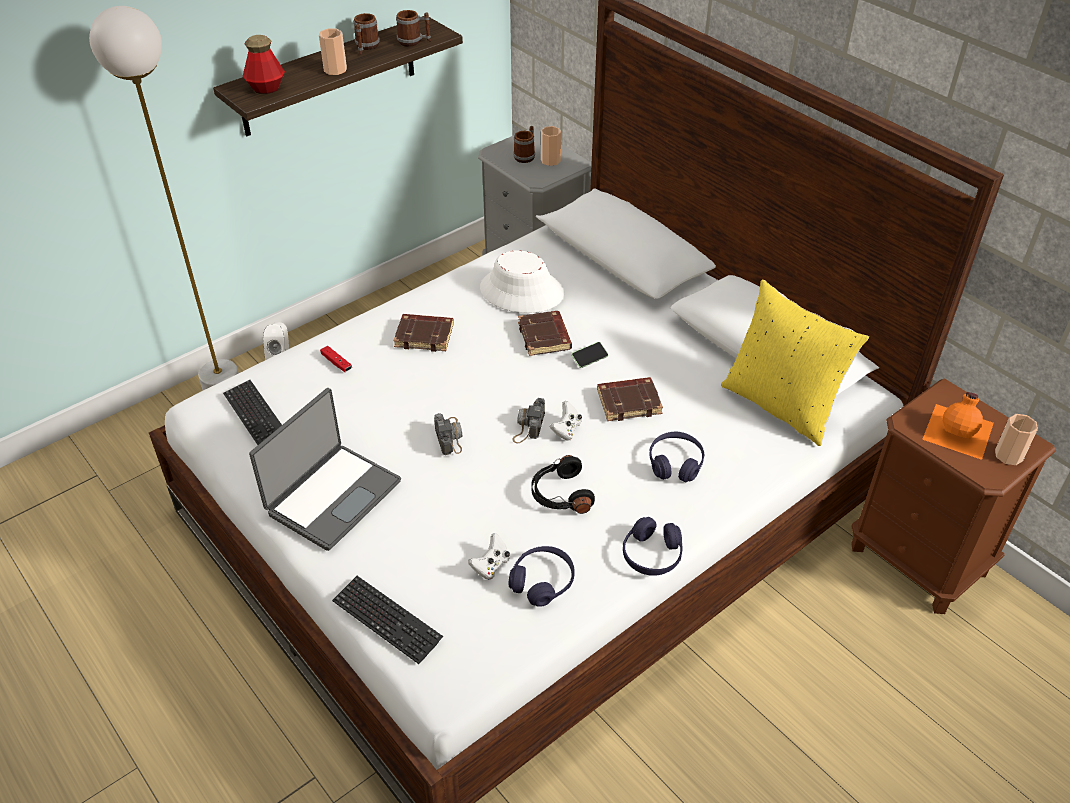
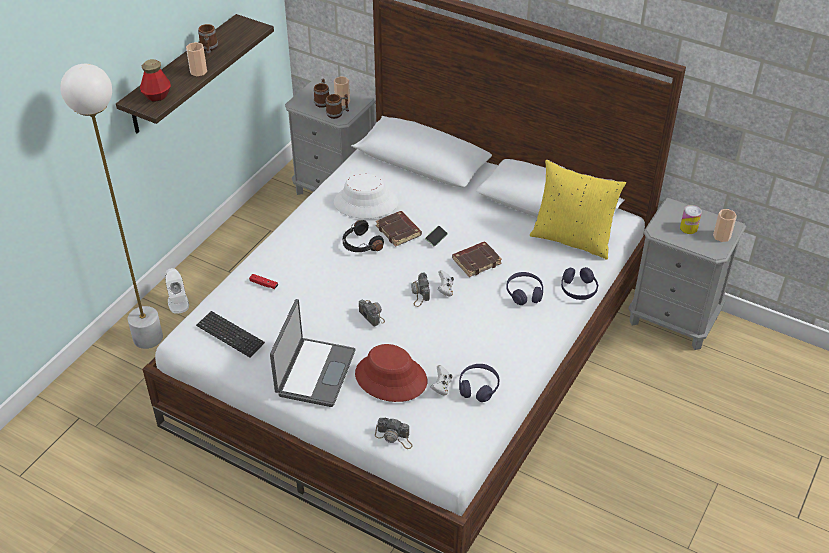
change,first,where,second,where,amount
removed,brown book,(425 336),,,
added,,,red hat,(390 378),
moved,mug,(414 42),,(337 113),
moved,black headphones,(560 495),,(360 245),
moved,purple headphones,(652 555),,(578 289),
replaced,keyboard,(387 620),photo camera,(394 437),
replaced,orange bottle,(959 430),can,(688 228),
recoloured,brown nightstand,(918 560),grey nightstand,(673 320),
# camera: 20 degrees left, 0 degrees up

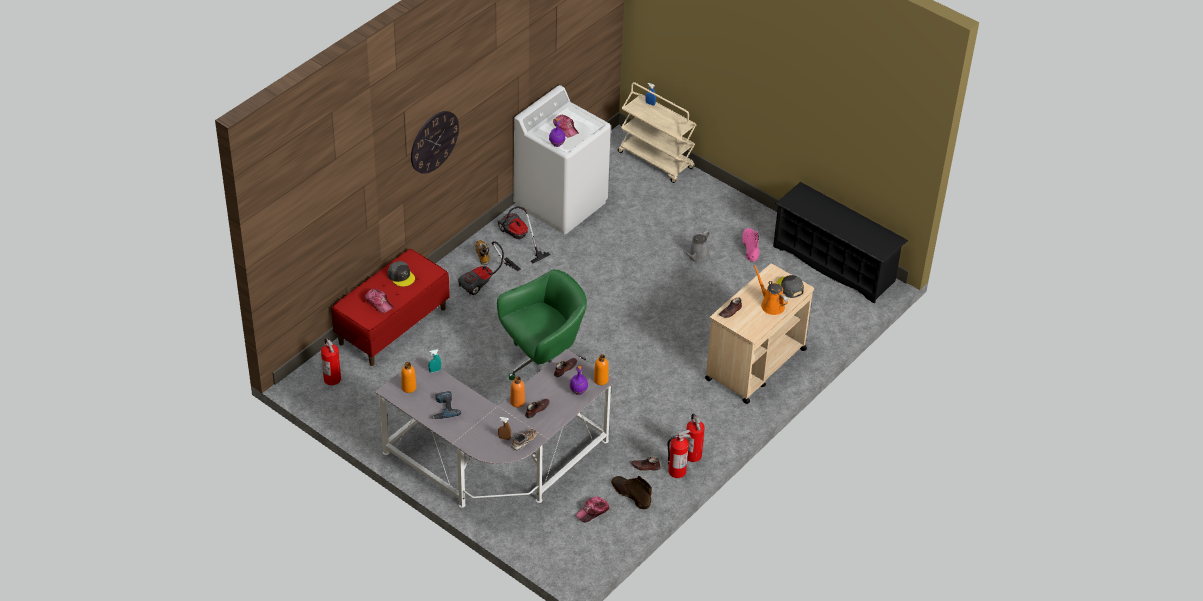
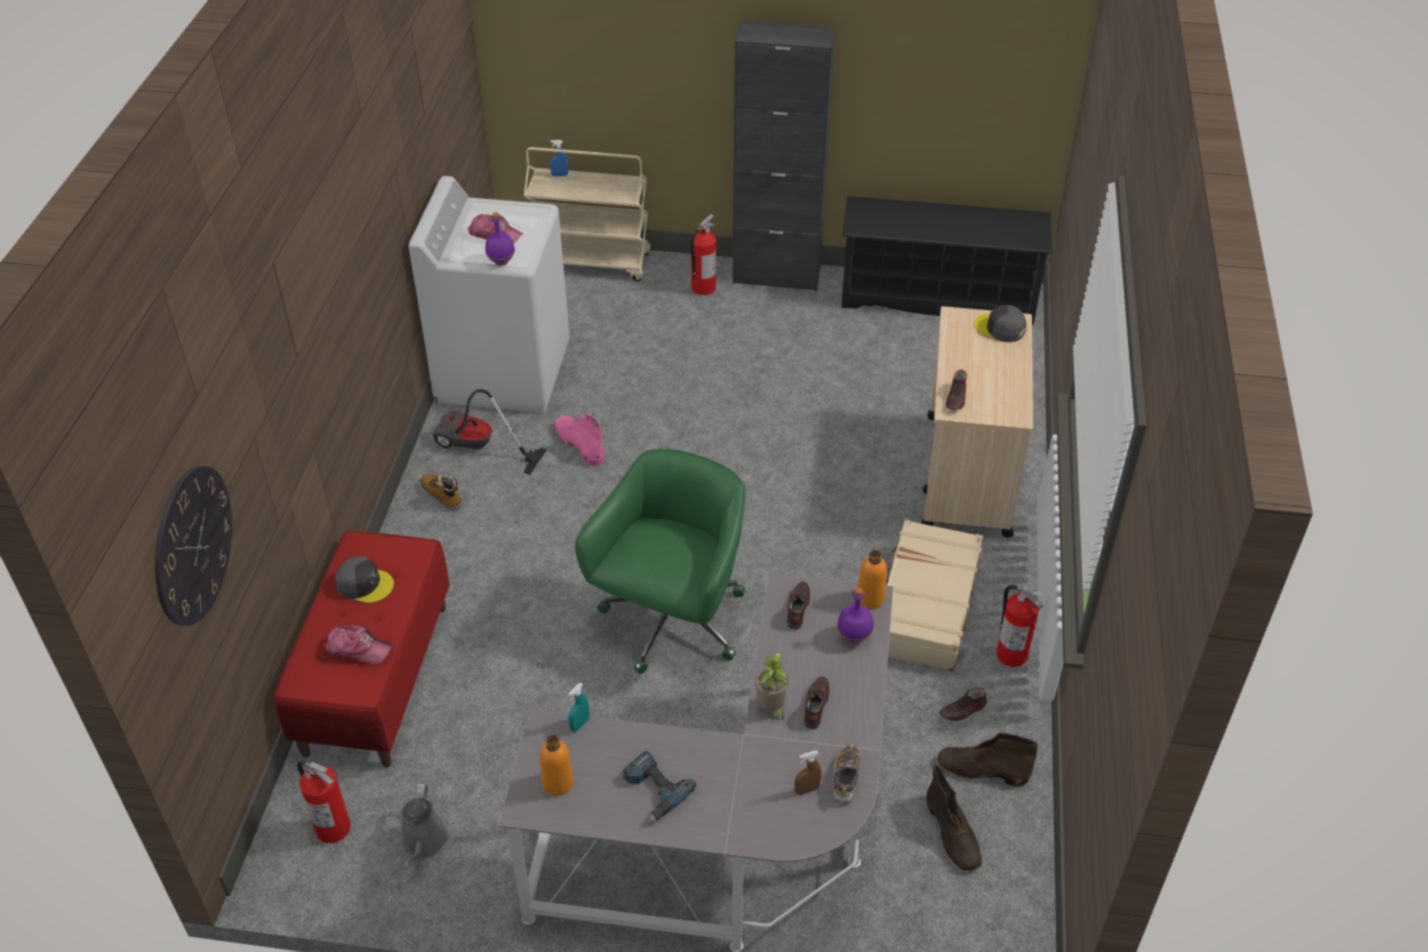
change,first,where,second,where,amount
removed,vacuum cleaner,(485 282),,,
removed,orange watering can,(771 304),,,
added,,,black cabinet,(776 275),
added,,,beige suitcase,(924 606),
moved,wall clock,(434 141),,(193 545),
moved,fire extinguisher,(676 471),,(702 288),
moved,grey watering can,(697 257),,(423 843),
moved,pink boot,(750 246),,(579 443),
replaced,orange bottle,(517 402),potted plant,(771 709),
replaced,cap,(592 511),brown boot,(953 833),
# camera: 30 degrees left, 0 degrees up

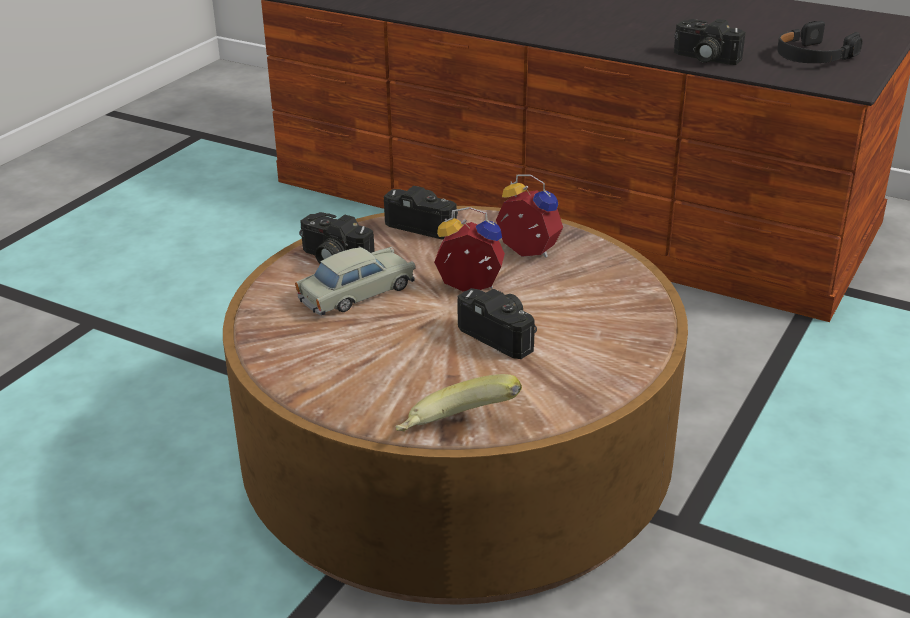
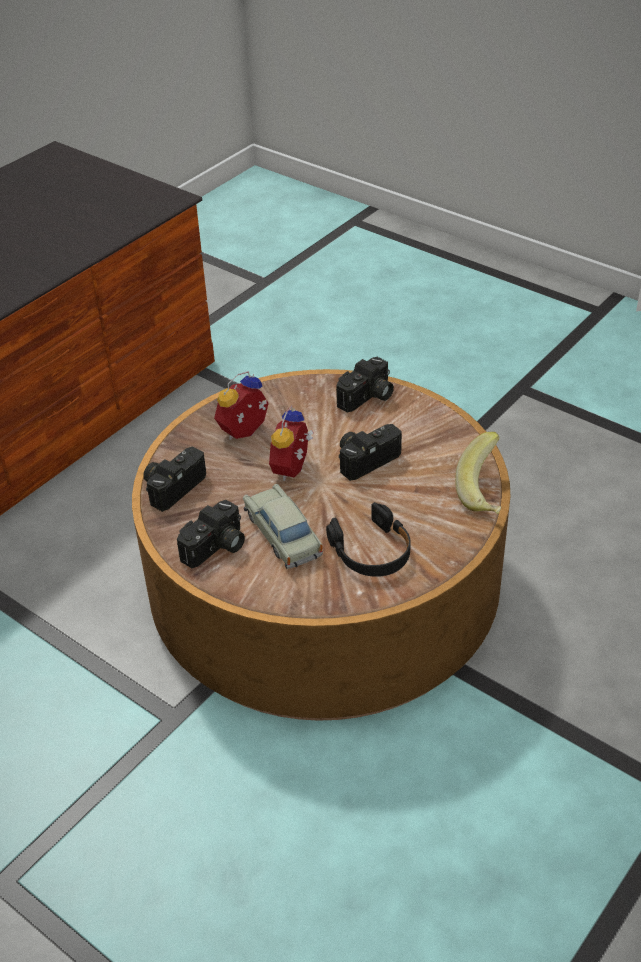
change,first,where,second,where,amount
moved,photo camera,(704 58),,(368 398),
moved,black headphones,(813 56),,(372 551),
# camera: 80 degrees left, 10 degrees up

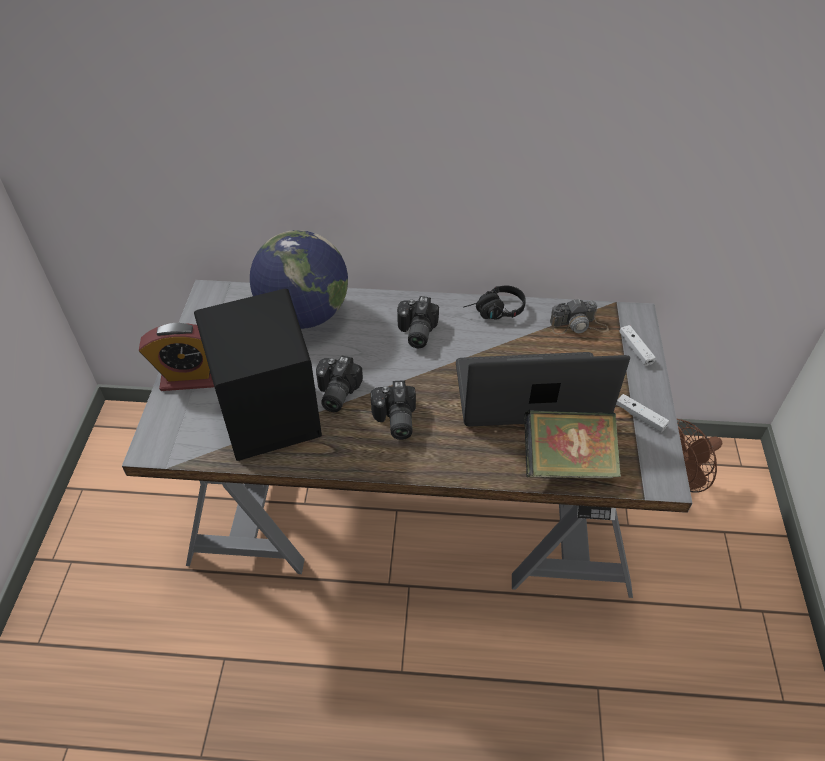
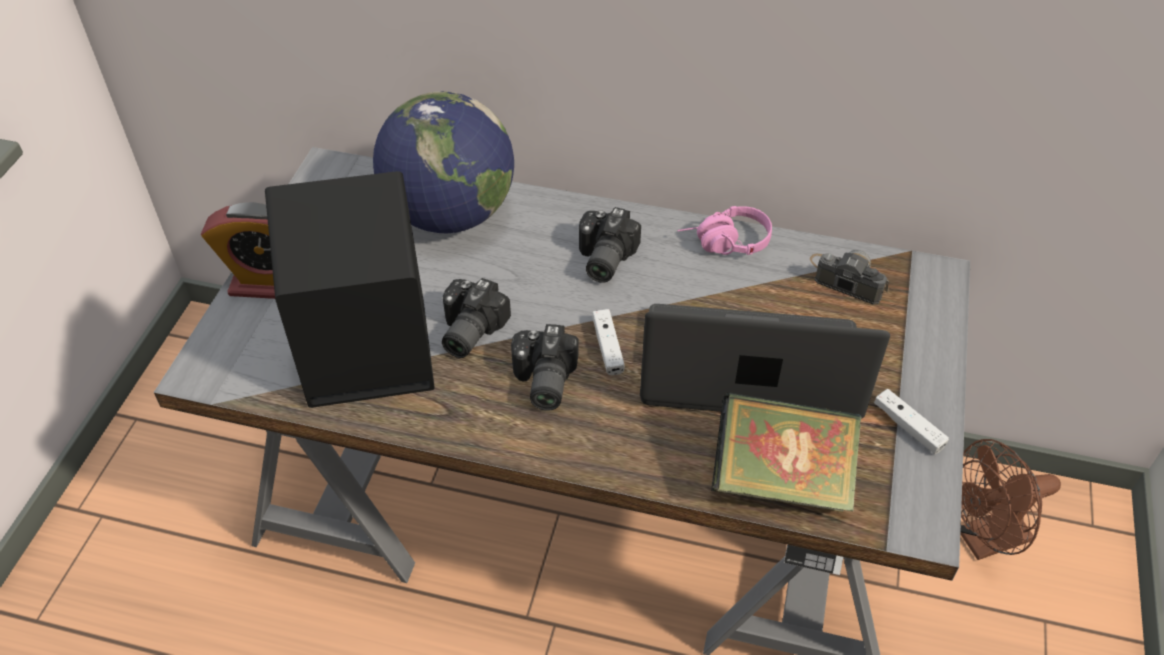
change,first,where,second,where,amount
moved,white game controller,(635 349),,(608 347),
recoloured,black headphones,(494 312),pink headphones,(724 244),
turned,photo camera,(578 325),,(845 279),150 degrees counterclockwise
# camera: 10 degrees right, 0 degrees up

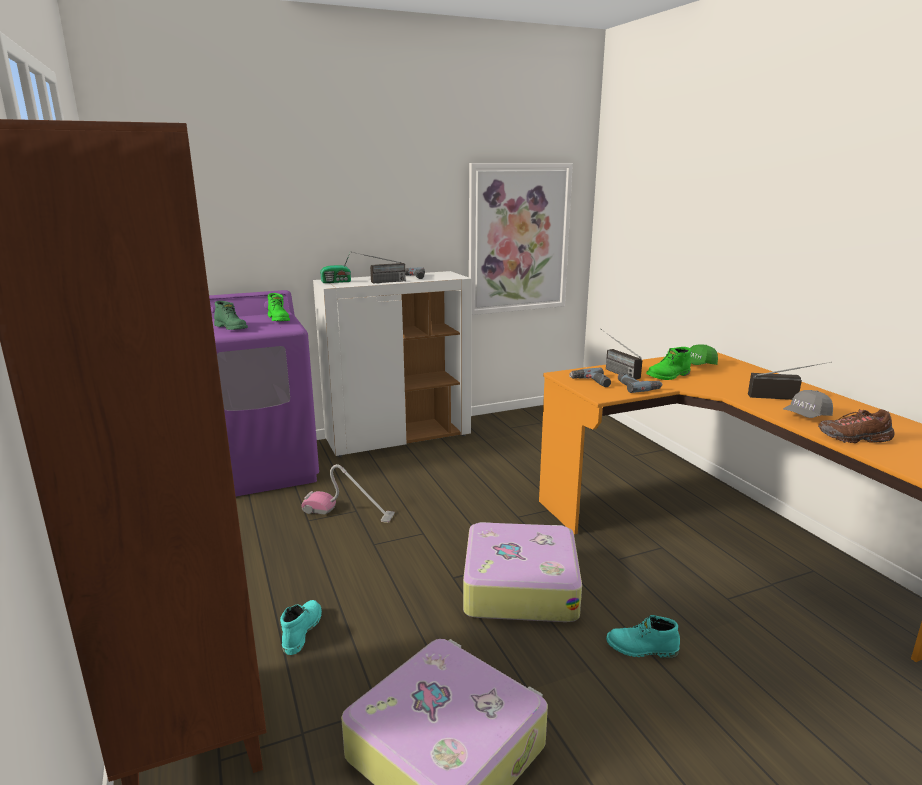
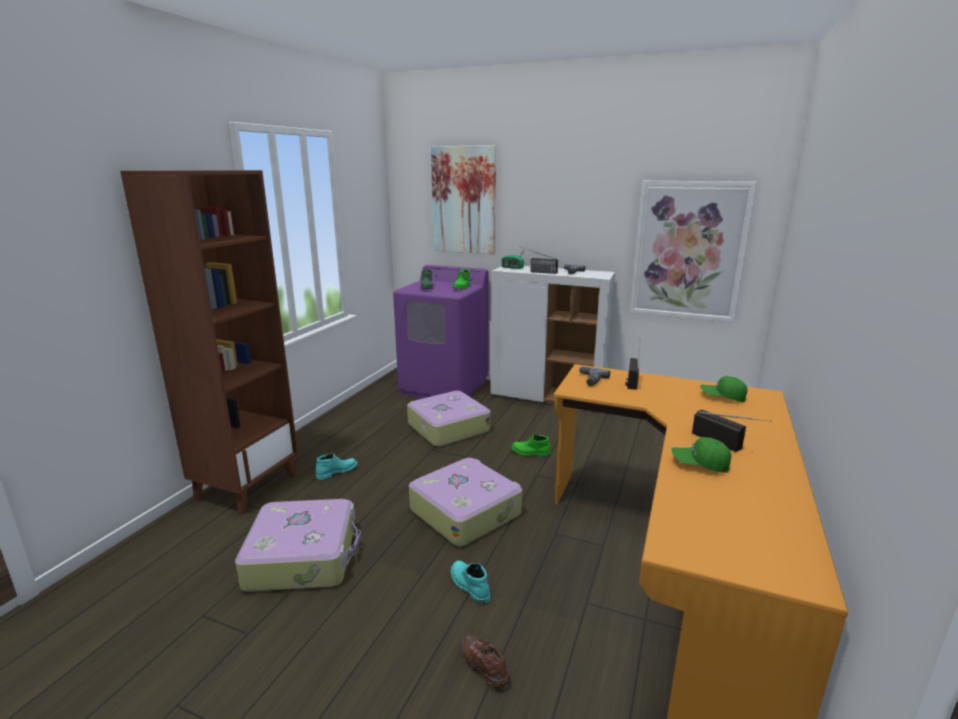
change,first,where,second,where,amount
removed,power drill,(637 386),,,
added,,,picture,(464 200),
moved,green boot,(669 376),,(530 453),
moved,brown shoe,(854 438),,(484 667),
replaced,vacuum cleaner,(348 513),suitcase,(447 428),
recoloured,grey cap,(806 416),green cap,(700 464),
# camera: 45 degrees right, 0 degrees up

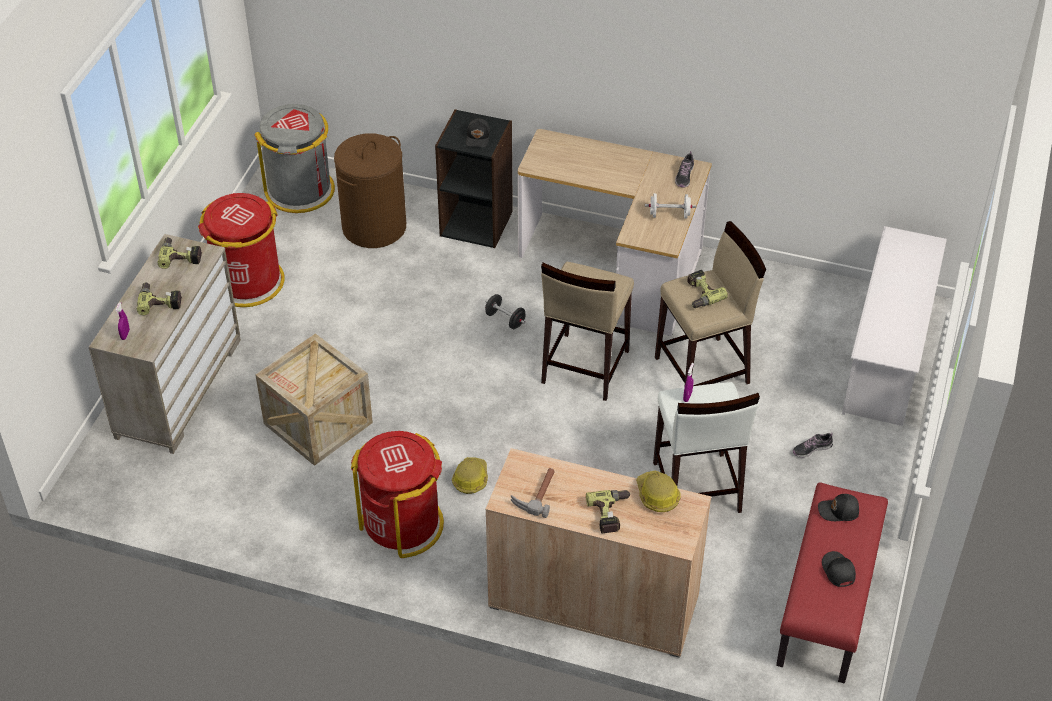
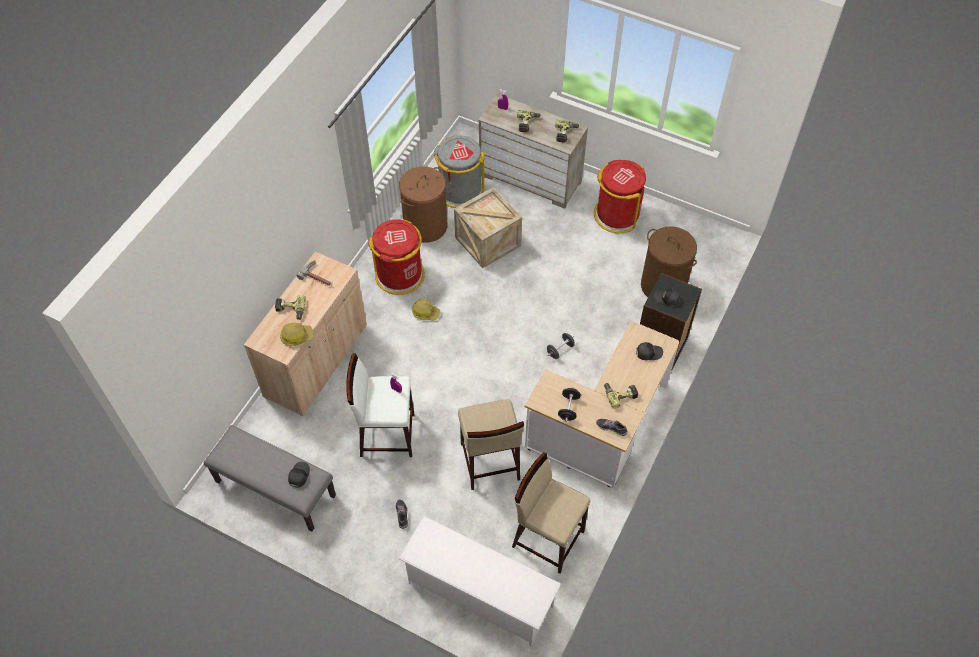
change,first,where,second,where,amount
added,,,brown laundry basket,(425 226),
moved,grey trash can,(300 190),,(460 191),
moved,beige stool,(584 367),,(548 538),
moved,power drill,(700 294),,(620 394),
moved,black cap,(837 571),,(648 352),
recoloured,white dumbbell,(669 214),black dumbbell,(568 408),
recoloured,red bench,(828 604),grey bench,(274 489),
# camera: 100 degrees right, 10 degrees up

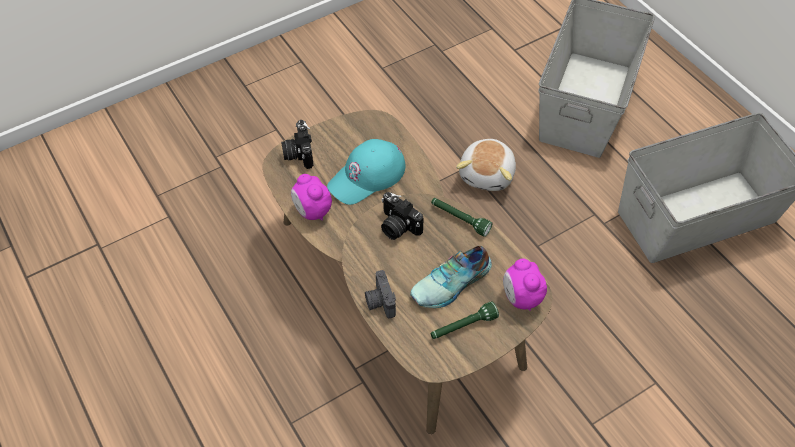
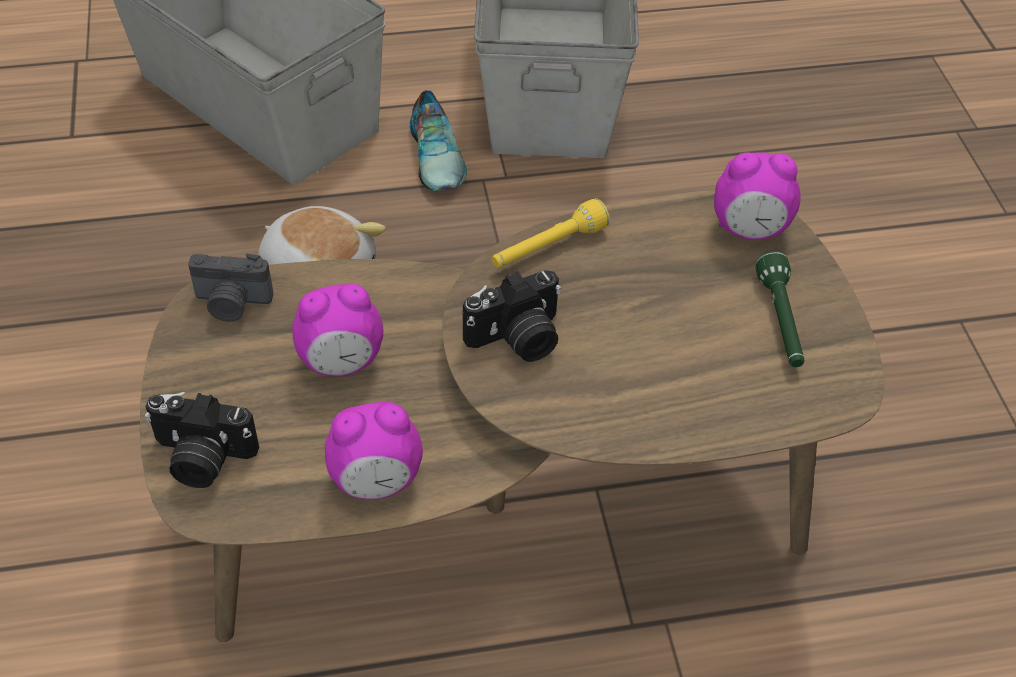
change,first,where,second,where,amount
moved,photo camera,(379 302),,(232 304),
moved,shoe,(452 284),,(438 156),
replaced,turquoise cap,(367 176),alarm clock,(341 362),
recoloured,green flashlight,(459 219),yellow flashlight,(547 248),
# camera: 70 degrees left, 5 degrees down

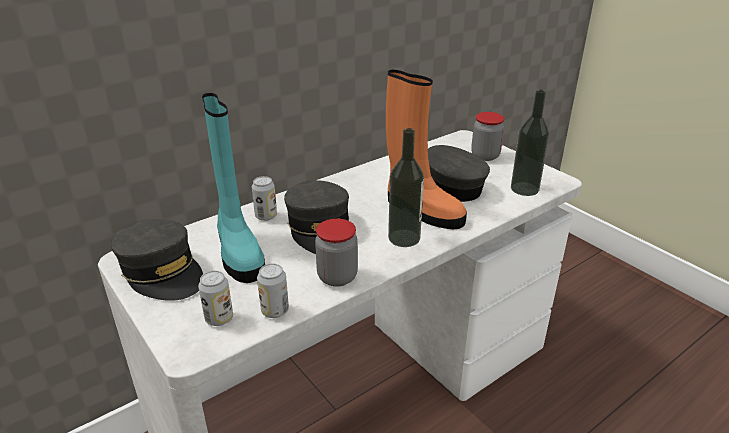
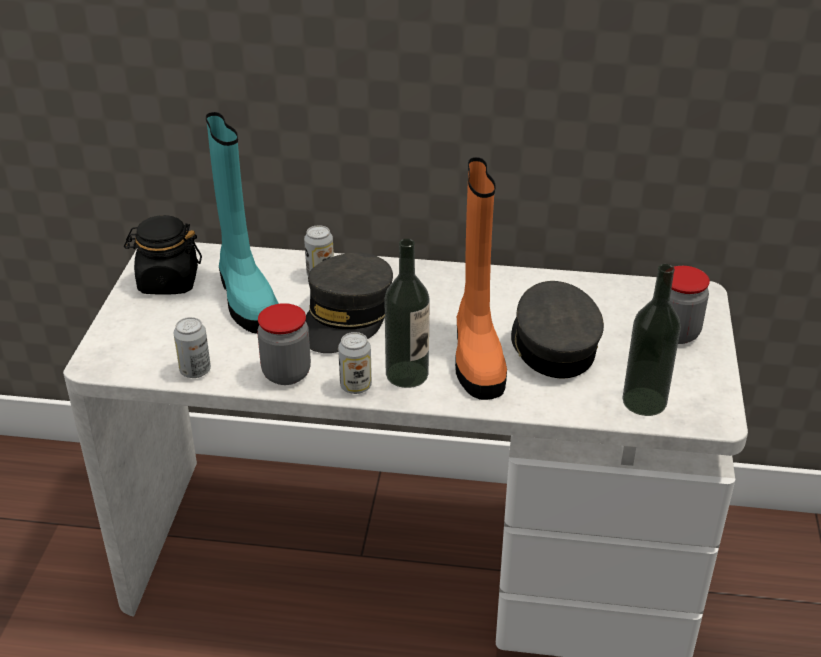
change,first,where,second,where,amount
moved,can,(219 318),,(356 386),
replaced,grey cap,(162 272),black jar,(168 282),
turned,turquoise boot,(238 252),,(246 298),45 degrees counterclockwise
# camera: 45 degrees right, 5 degrees up

